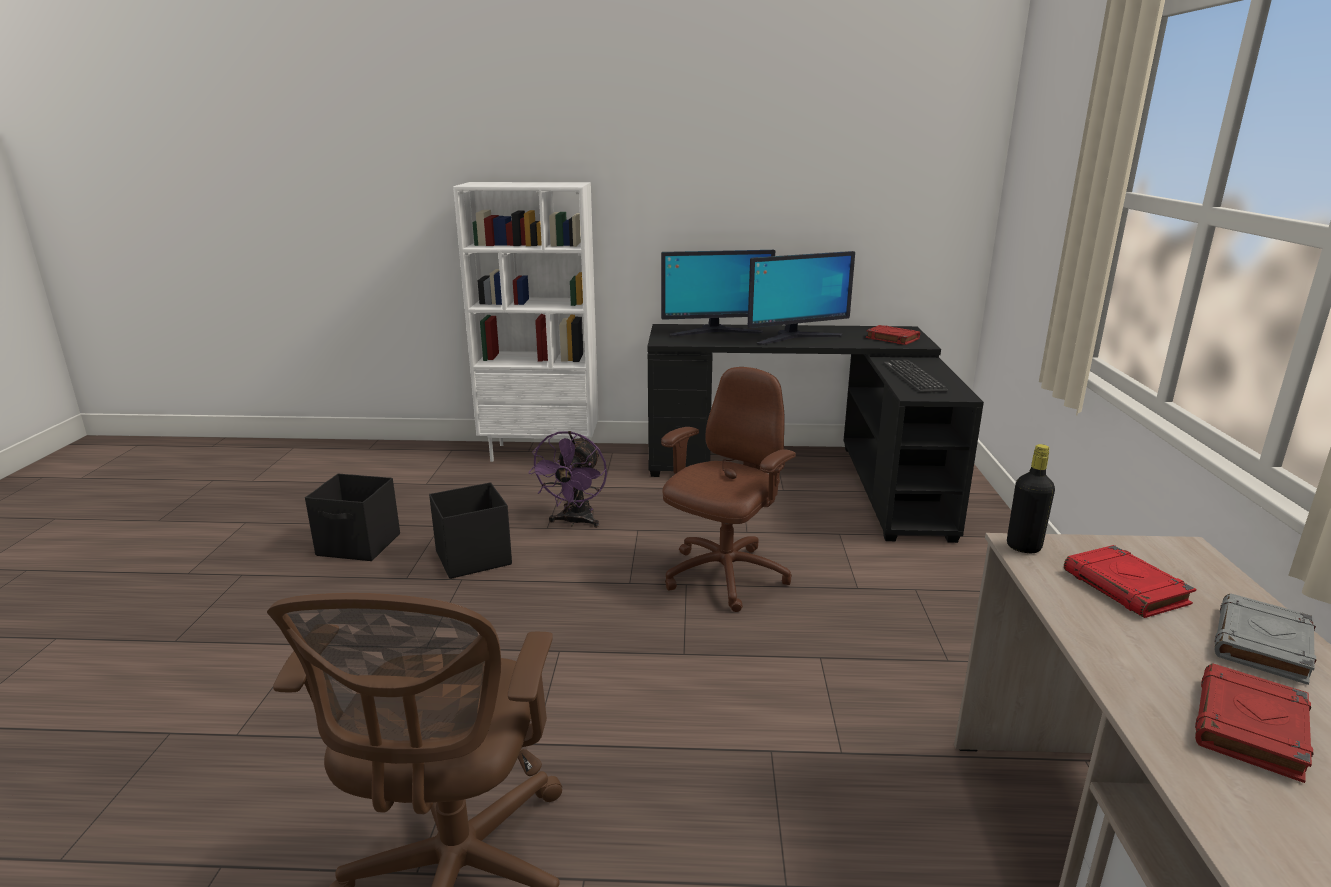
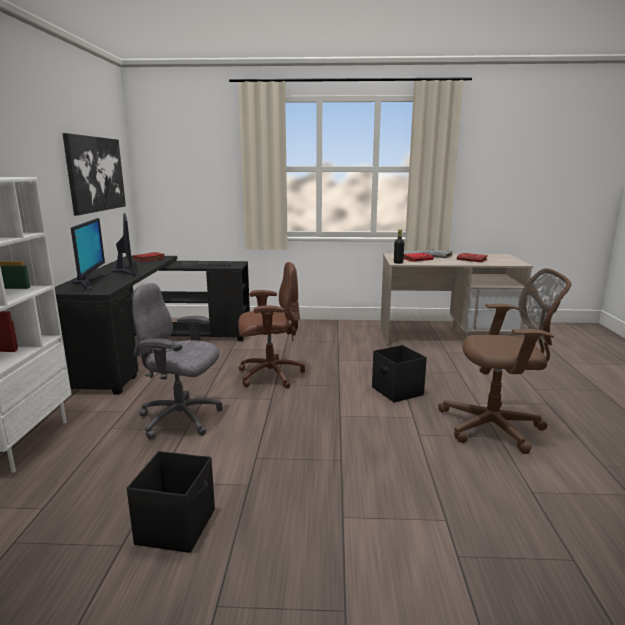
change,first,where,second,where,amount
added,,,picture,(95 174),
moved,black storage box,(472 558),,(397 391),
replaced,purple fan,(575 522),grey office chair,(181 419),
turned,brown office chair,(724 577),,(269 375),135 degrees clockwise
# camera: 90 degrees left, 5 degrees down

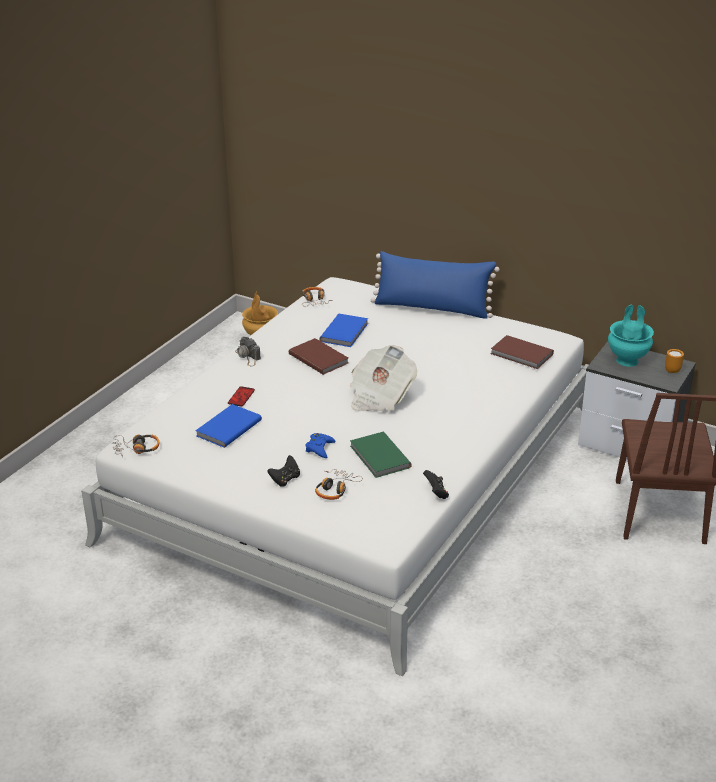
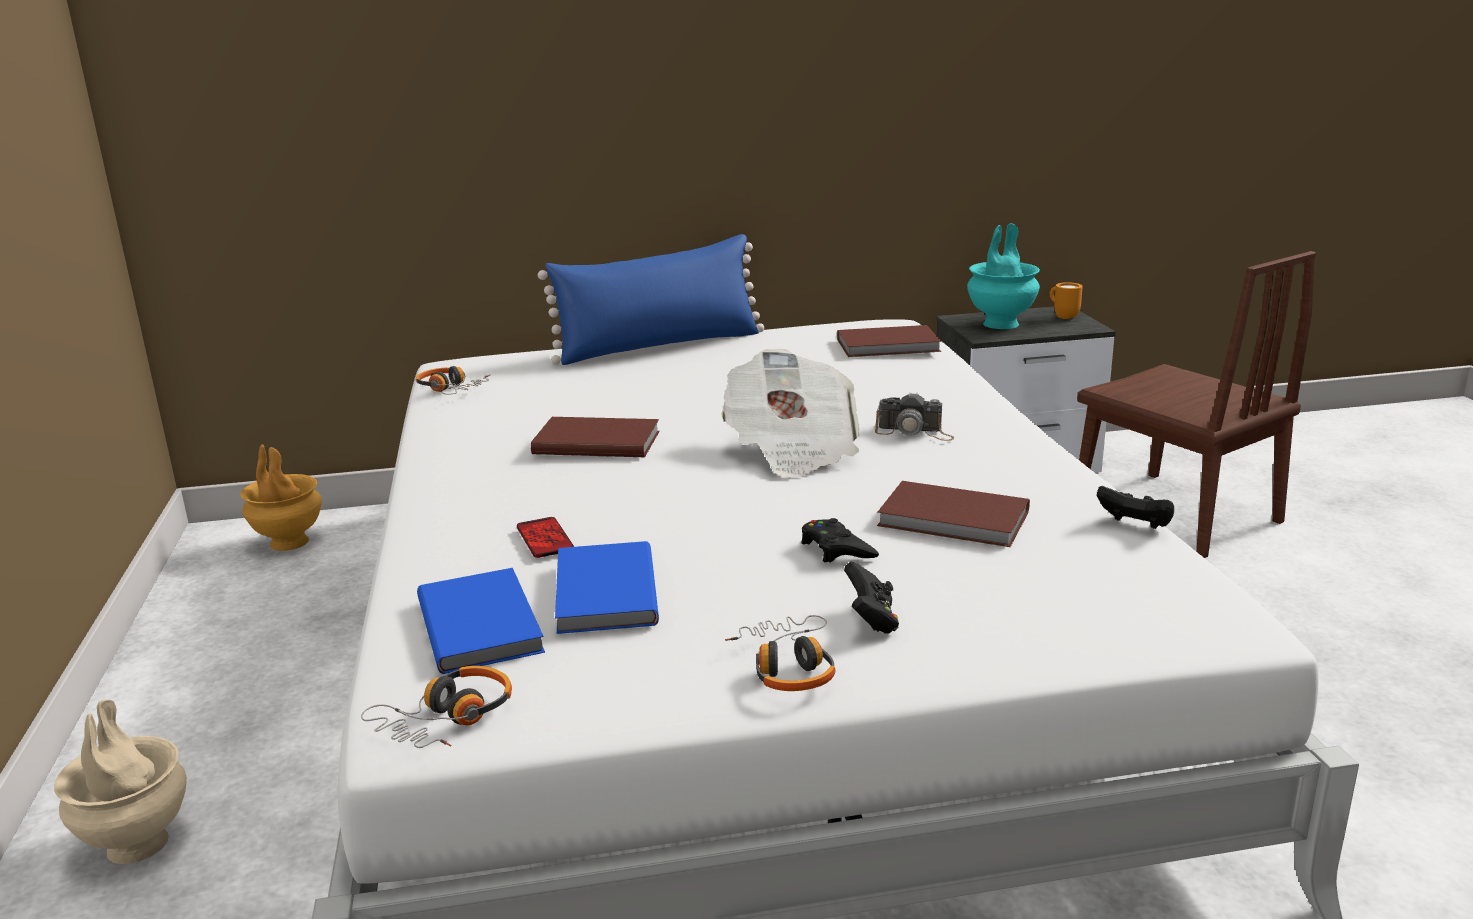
change,first,where,second,where,amount
added,,,beige vase,(137 843),
moved,photo camera,(248 356),,(914 432),
moved,headphones,(335 489),,(787 666),
moved,blue book,(345 332),,(483 623),
recoloured,blue game controller,(319 448),black game controller,(836 549),
recoloured,green book,(379 457),brown book,(954 520),
# camera: 40 degrees left, 10 degrees down

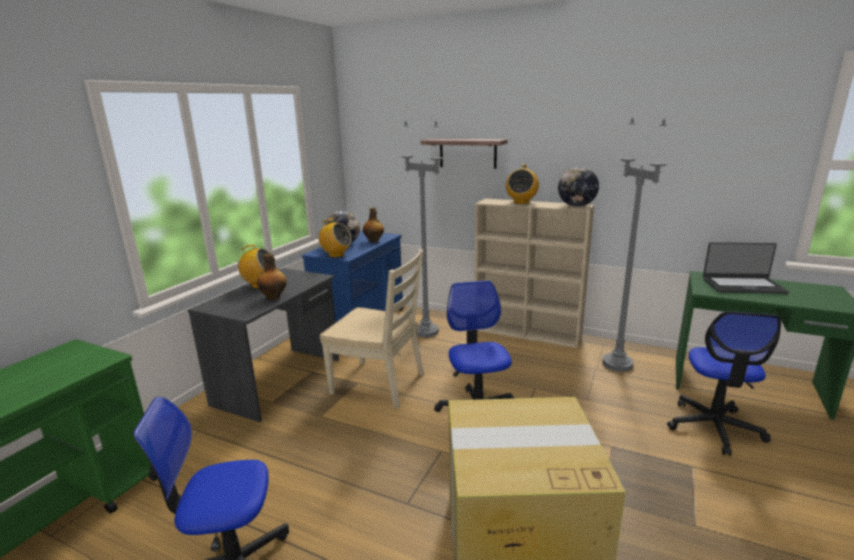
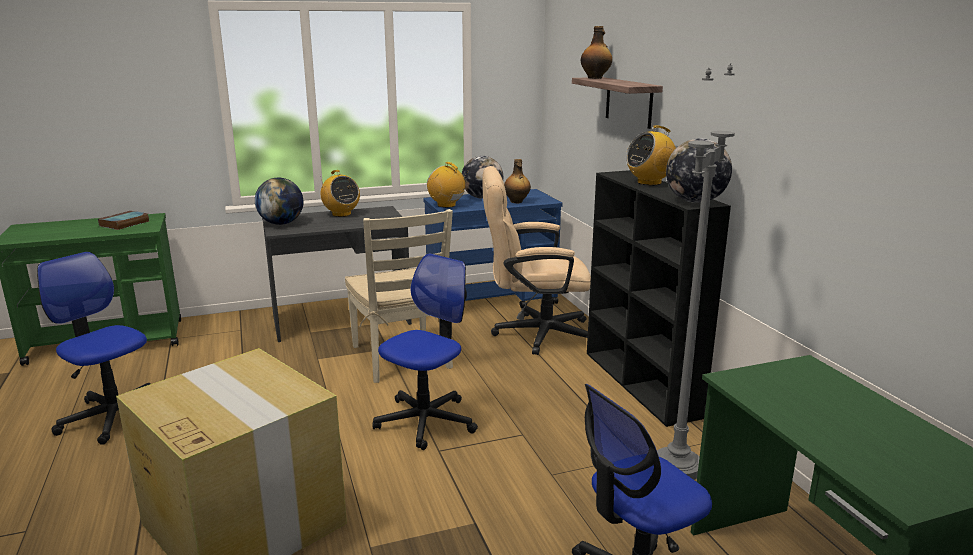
change,first,where,second,where,amount
removed,laptop,(742 285),,,
added,,,book,(124 224),
added,,,globe,(281 223),
moved,bottle,(274 297),,(595 78),
replaced,grey floor lamp,(426 331),beige office chair,(534 334),
recoloured,beige bookcase,(528 333),black bookcase,(641 384),
turned,radio,(336 255),,(446 205),150 degrees clockwise
# camera: 45 degrees right, 0 degrees up

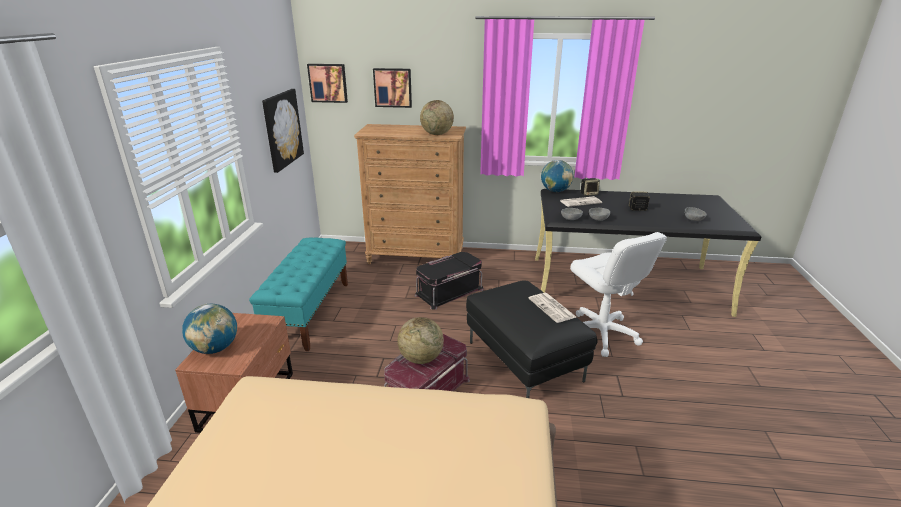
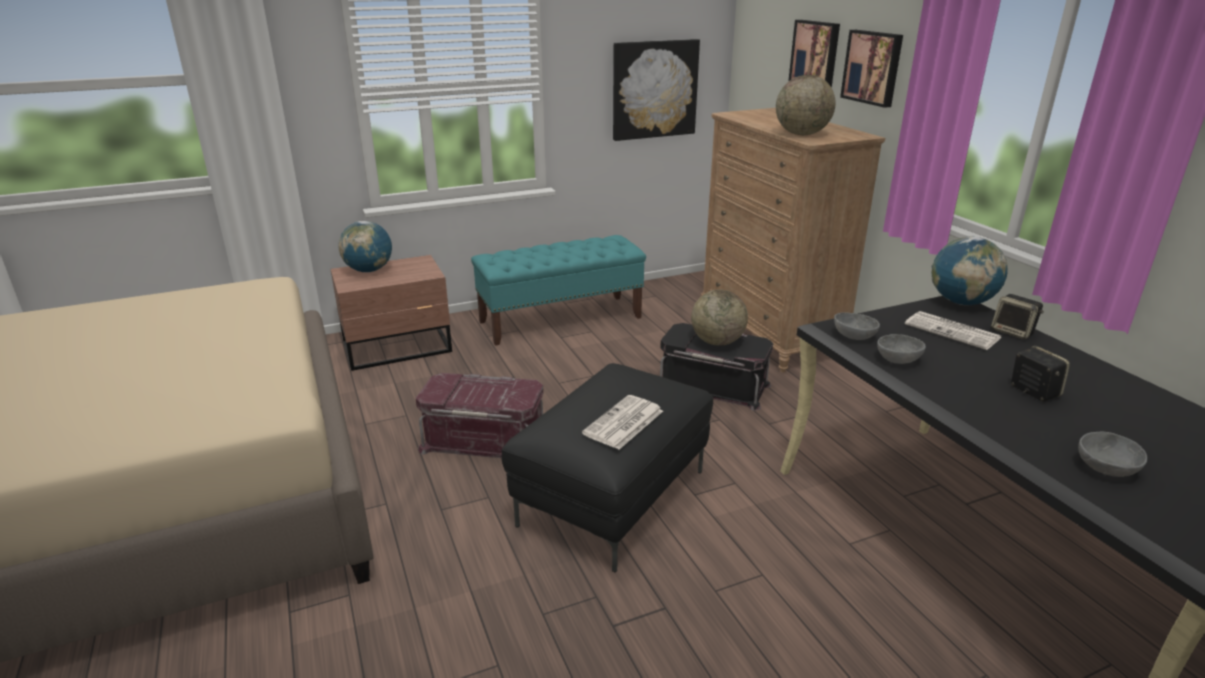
change,first,where,second,where,amount
removed,white office chair,(601 333),,,
moved,picture,(328 83),,(873 67),
moved,globe,(421 358),,(717 342),
# camera: 60 degrees right, 0 degrees up

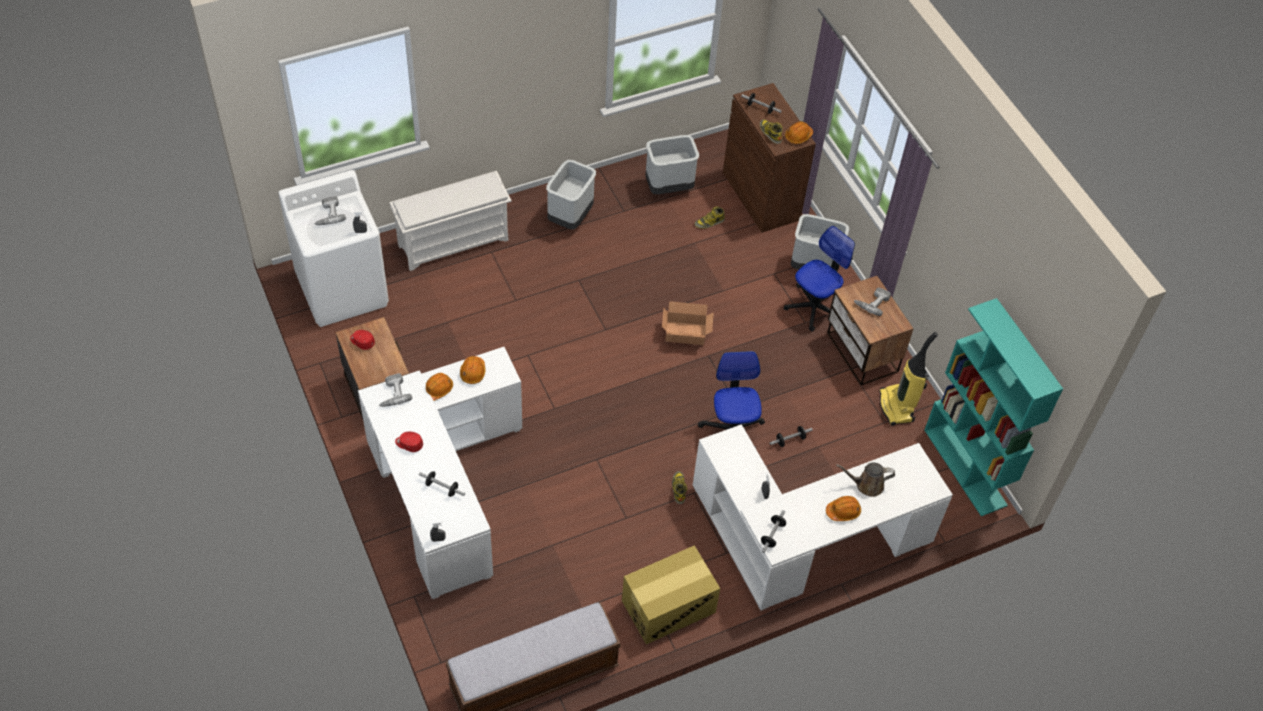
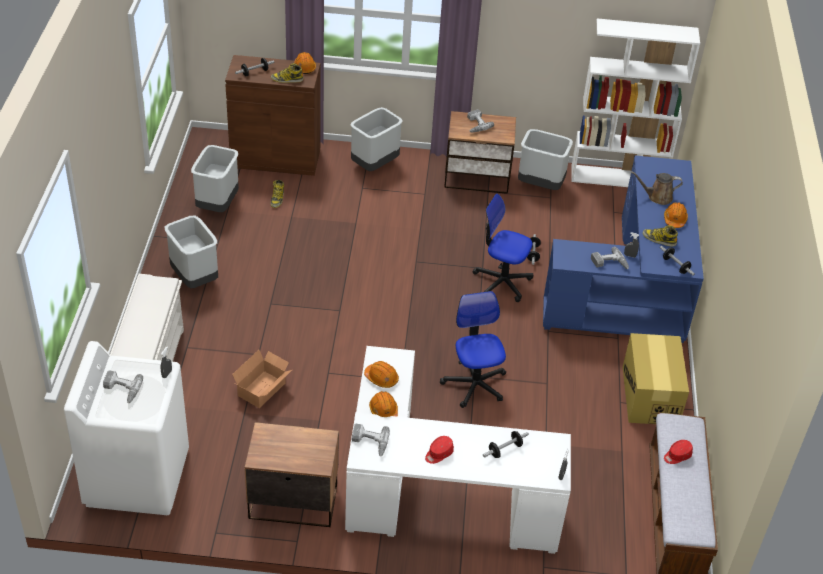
change,first,where,second,where,amount
added,,,power drill,(609 264),
moved,red cap,(362 342),,(677 456),
moved,cardboard box,(686 334),,(264 389),
moved,boot,(678 488),,(659 239),
moved,office chair,(814 307),,(474 384),
replaced,vacuum cleaner,(897 407),grey trash can,(541 184),
recoloured,white desk,(804 542),blue desk,(633 289),
recoloured,turquoise bookcase,(966 467),white bookcase,(618 177),
turned,brown watering can,(866 485),,(657 197),60 degrees clockwise
# camera: 60 degrees left, 10 degrees down

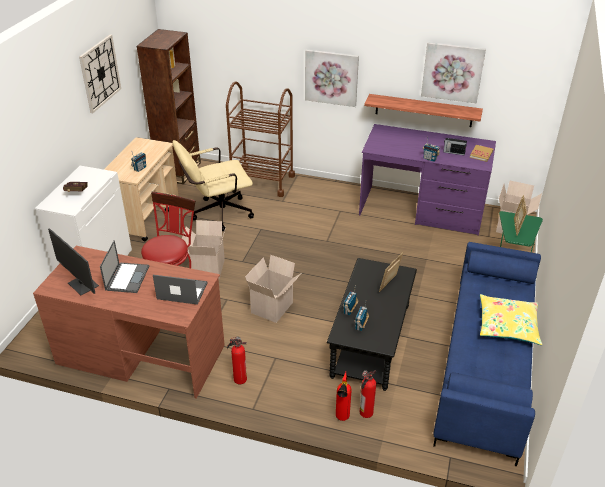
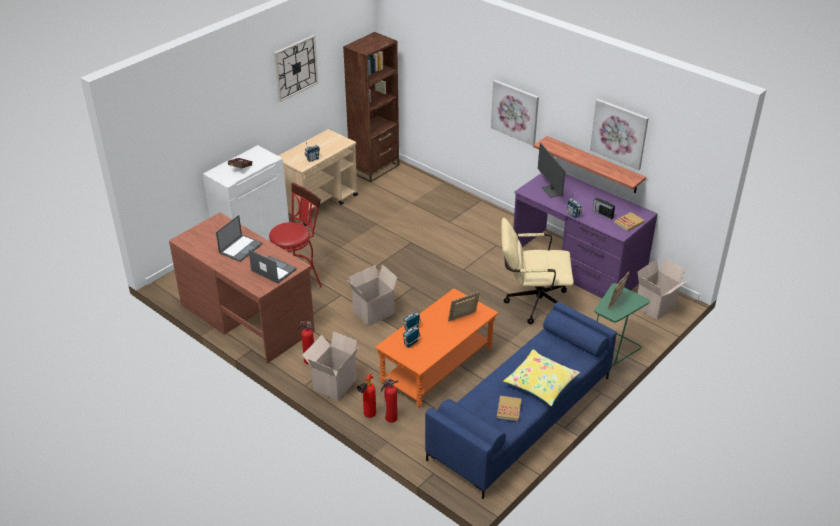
change,first,where,second,where,amount
removed,brown cart,(262 181),,,
added,,,book,(509 409),
moved,monitor,(82 285),,(552 191),
moved,beige office chair,(217 214),,(532 303),
moved,cardboard box,(207 268),,(334 384),
recoloured,black coffee table,(370 341),orange coffee table,(437 366),
# camera: 25 degrees right, 0 degrees up

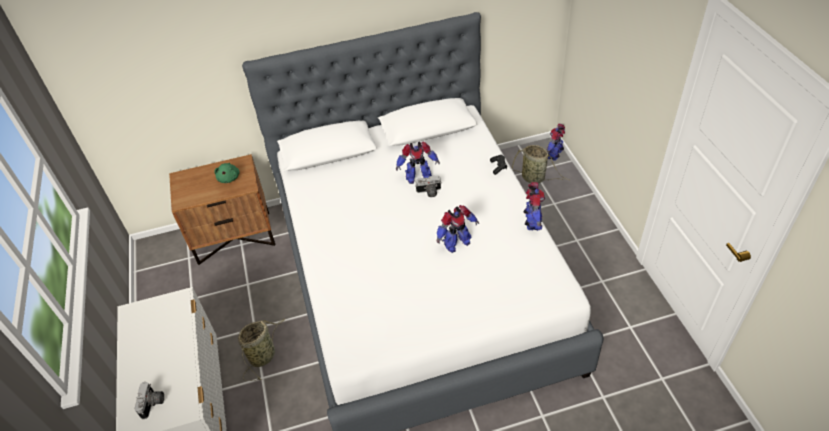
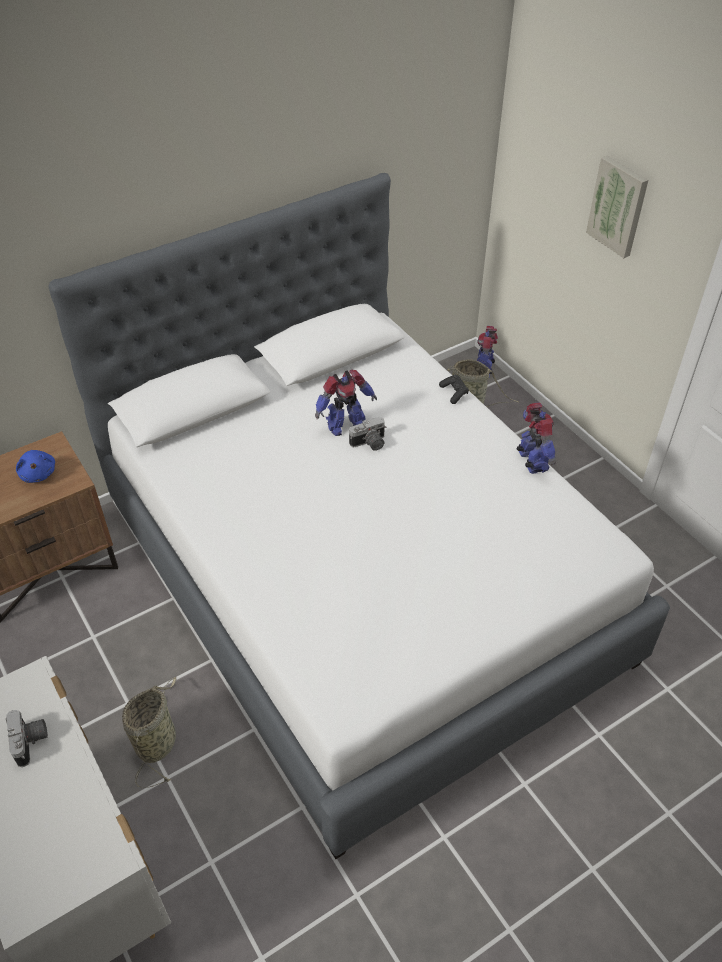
change,first,where,second,where,amount
removed,toy robot,(456 243),,,
added,,,picture,(618 206),
moved,photo camera,(153 404),,(31 742),
recoloured,green plush toy,(229 178),blue plush toy,(38 473),
# camera: 20 degrees left, 0 degrees up

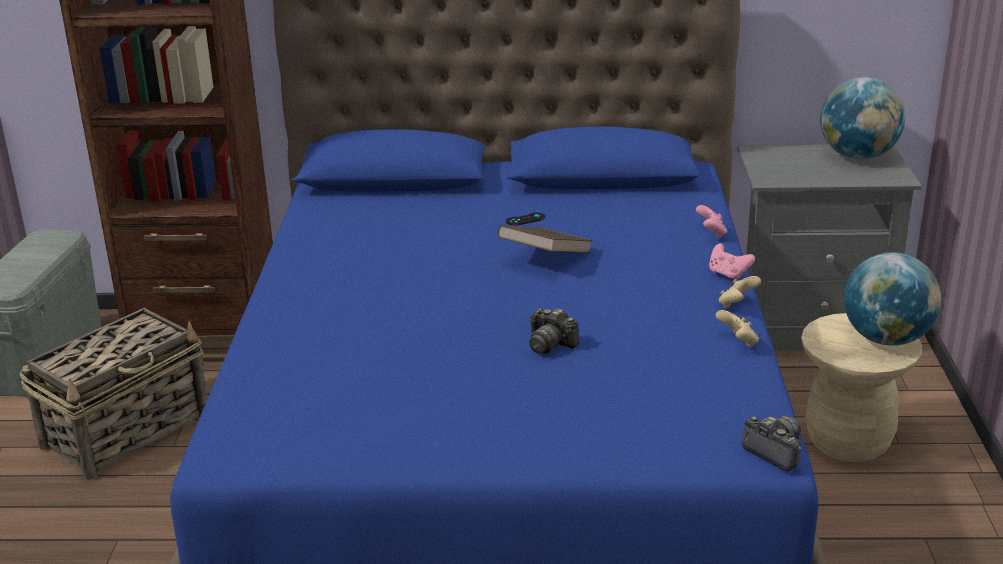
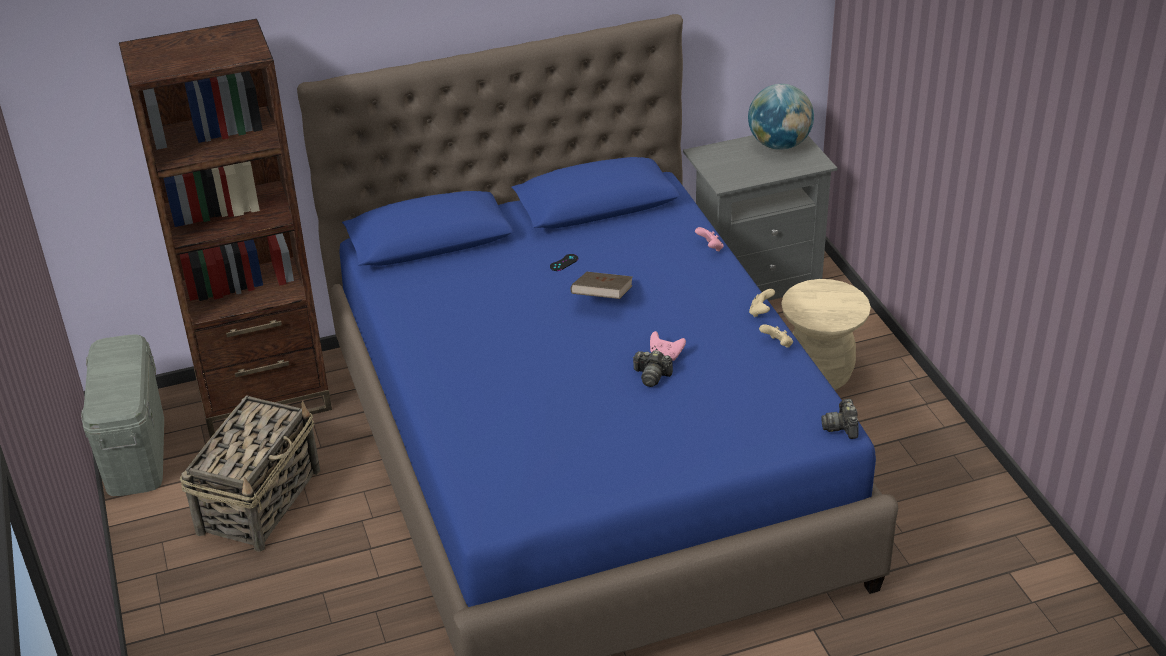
change,first,where,second,where,amount
removed,globe,(886 339),,,
moved,pink game controller,(728 274),,(666 355),
turned,photo camera,(775 451),,(842 427),120 degrees counterclockwise
# camera: 20 degrees left, 10 degrees up

